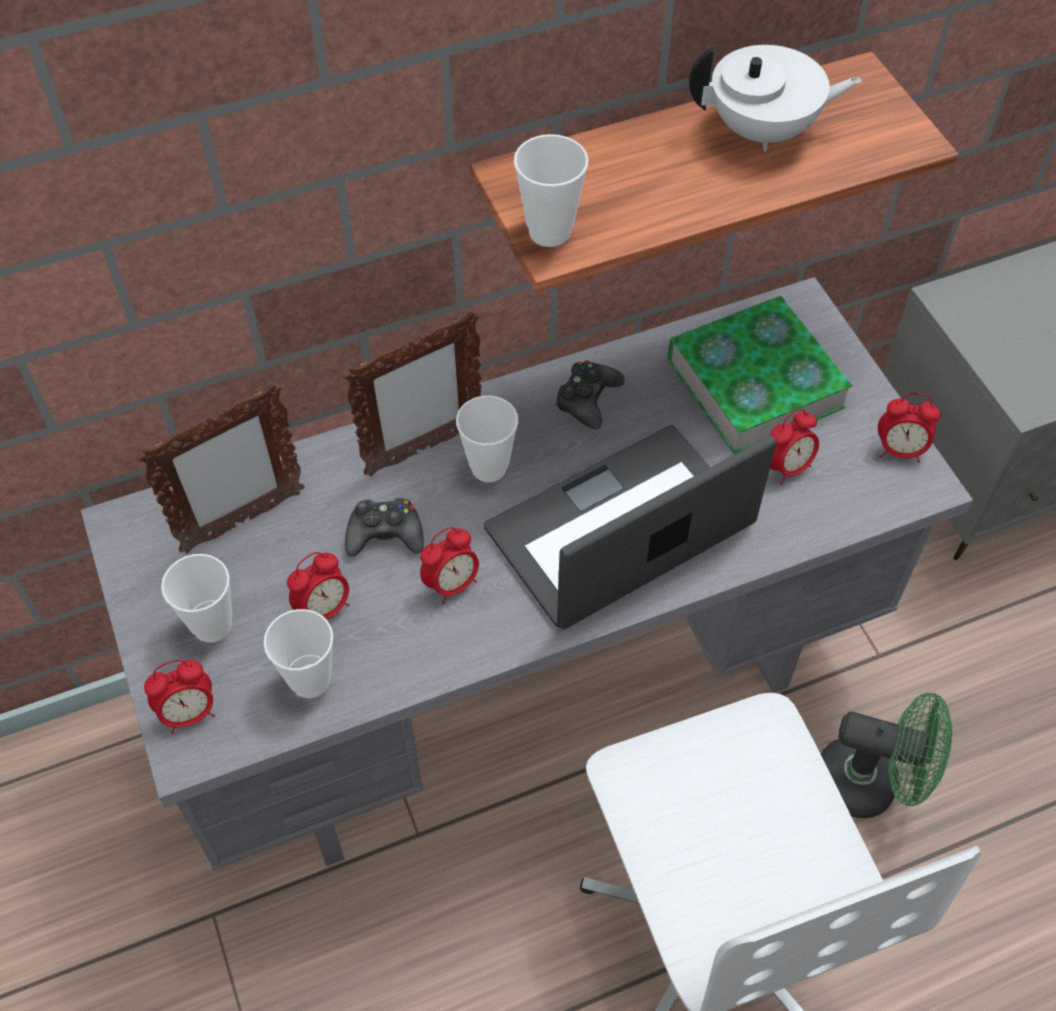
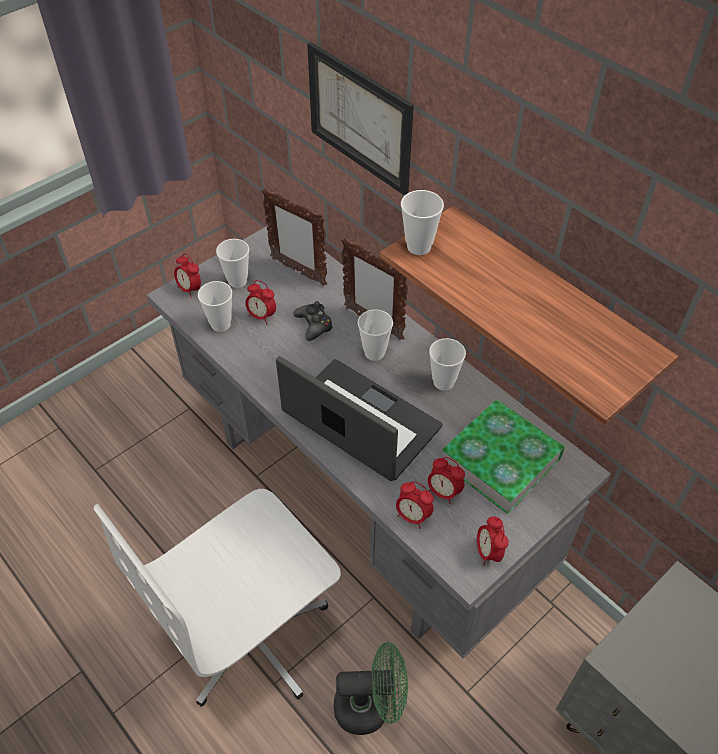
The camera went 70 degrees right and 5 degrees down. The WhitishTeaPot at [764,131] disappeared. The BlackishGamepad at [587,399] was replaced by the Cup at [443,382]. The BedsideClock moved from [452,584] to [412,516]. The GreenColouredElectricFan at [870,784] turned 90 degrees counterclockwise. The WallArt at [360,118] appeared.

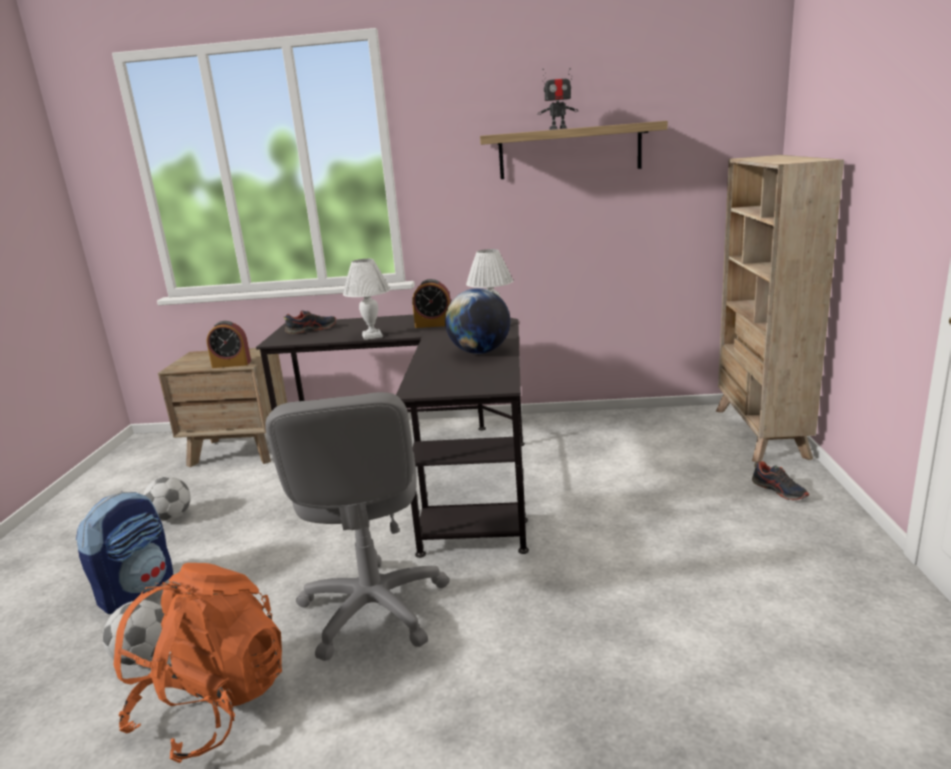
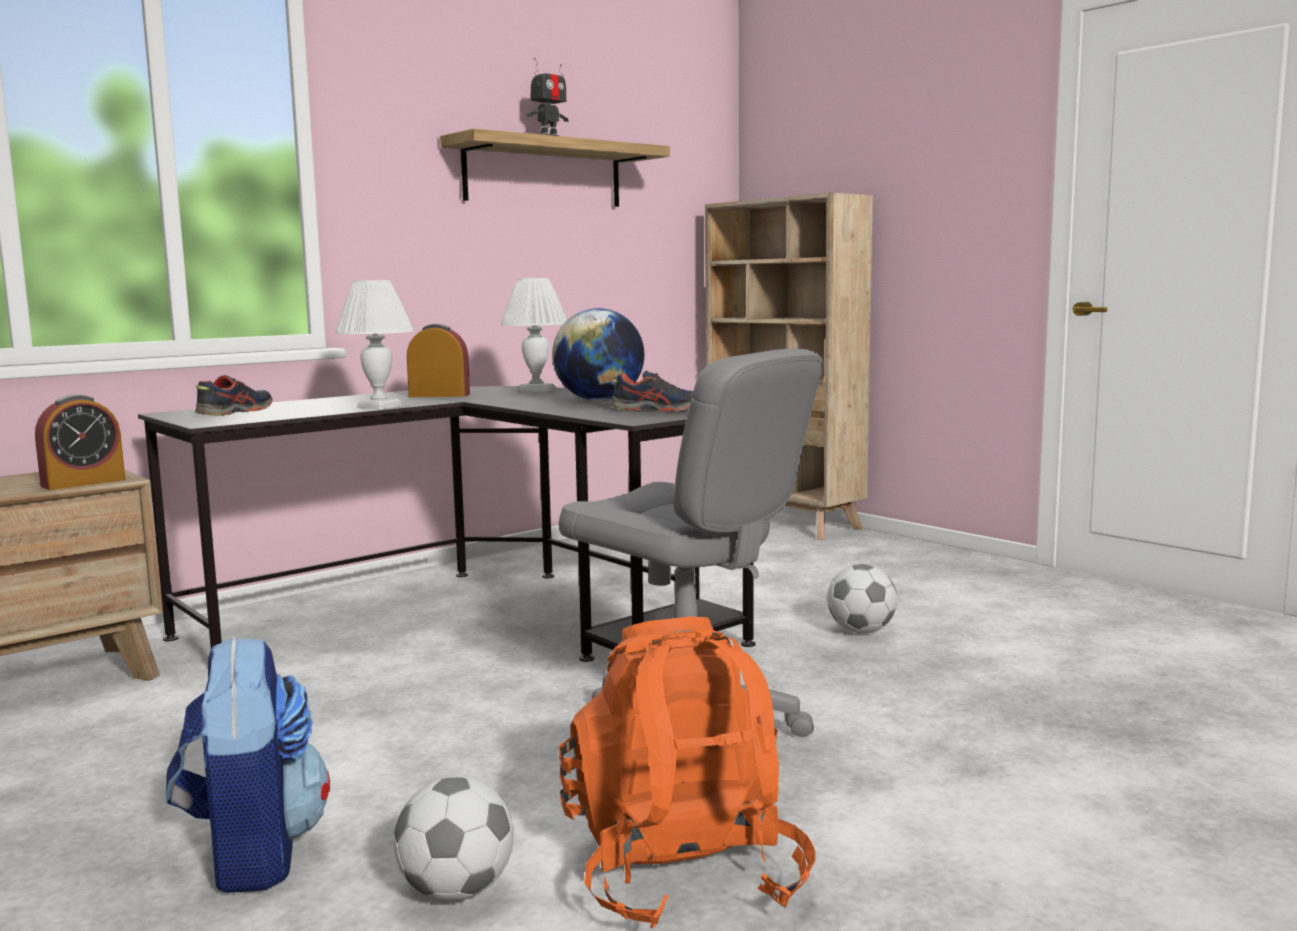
The camera went 45 degrees left and 10 degrees down. The BedsideClock at [434,324] turned 135 degrees counterclockwise. The Shoe moved from [779,490] to [658,410]. The BallForFootball moved from [171,517] to [861,631].

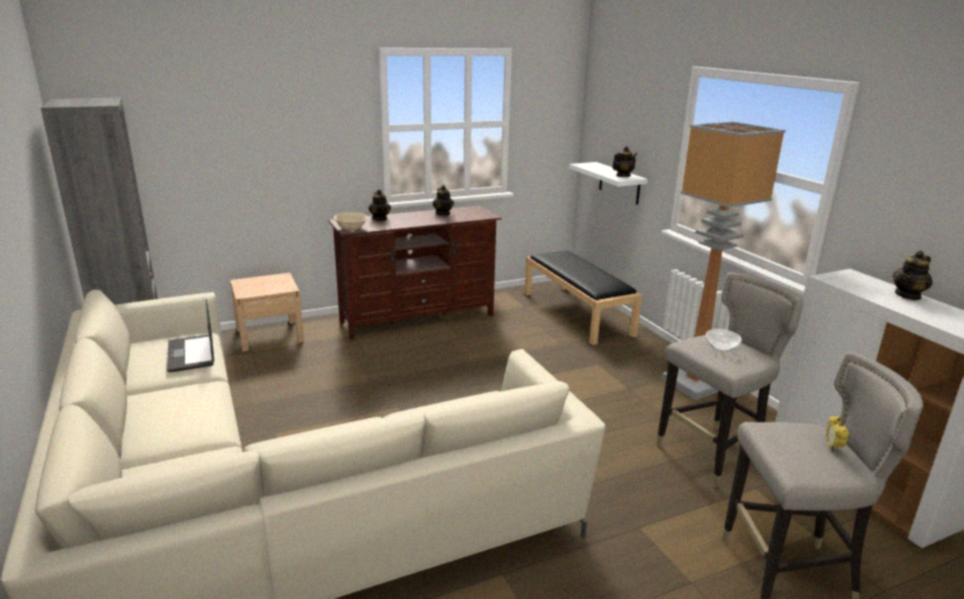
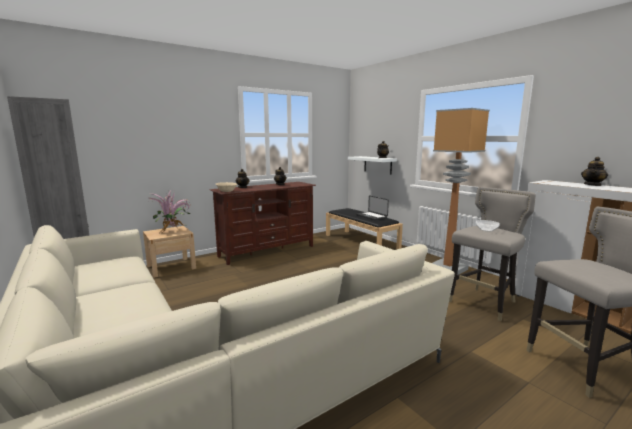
The camera went 10 degrees left and 10 degrees down. The NotebookComputer moved from [191,354] to [371,216]. The BedsideClock at [833,447] disappeared. The PottedPlant at [172,231] appeared.

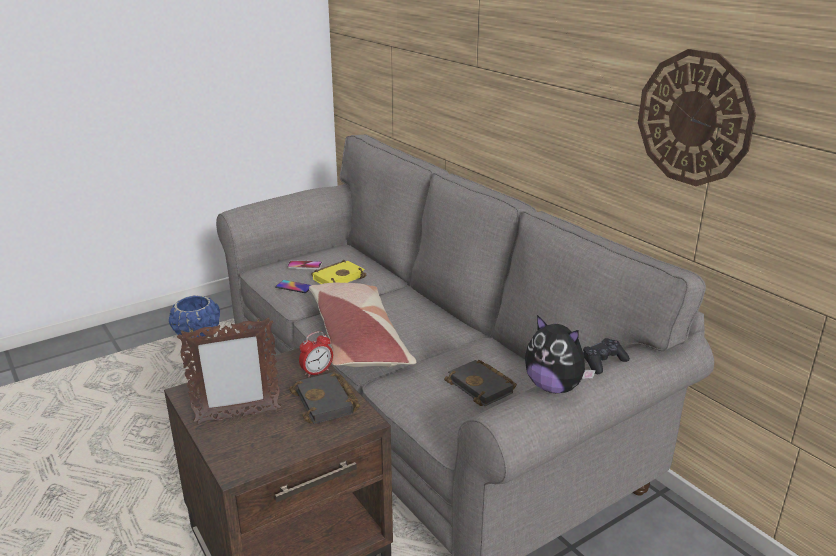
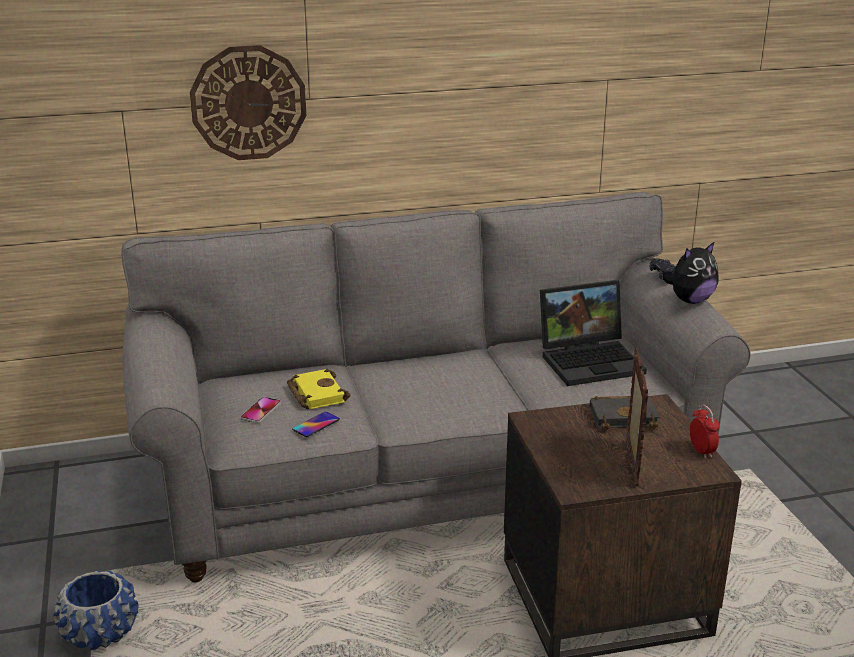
The camera went 70 degrees left and 0 degrees up. The ClockOnTheWall moved from [694,118] to [248,103]. The Cushion at [358,338] disappeared. The BedsideClock moved from [317,372] to [701,451]. The BlackishBook at [483,387] was replaced by the NotebookComputer at [591,360].

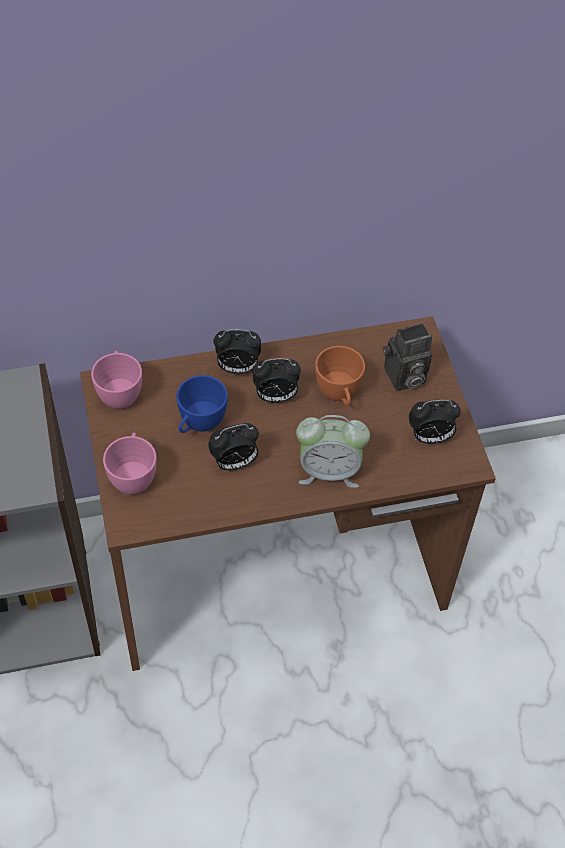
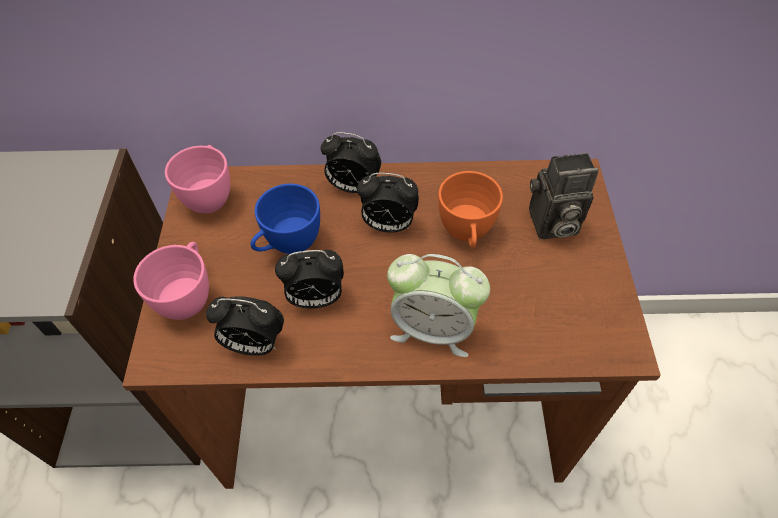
The camera went 15 degrees right and 0 degrees up. The BedsideClock moved from [430,437] to [254,344].

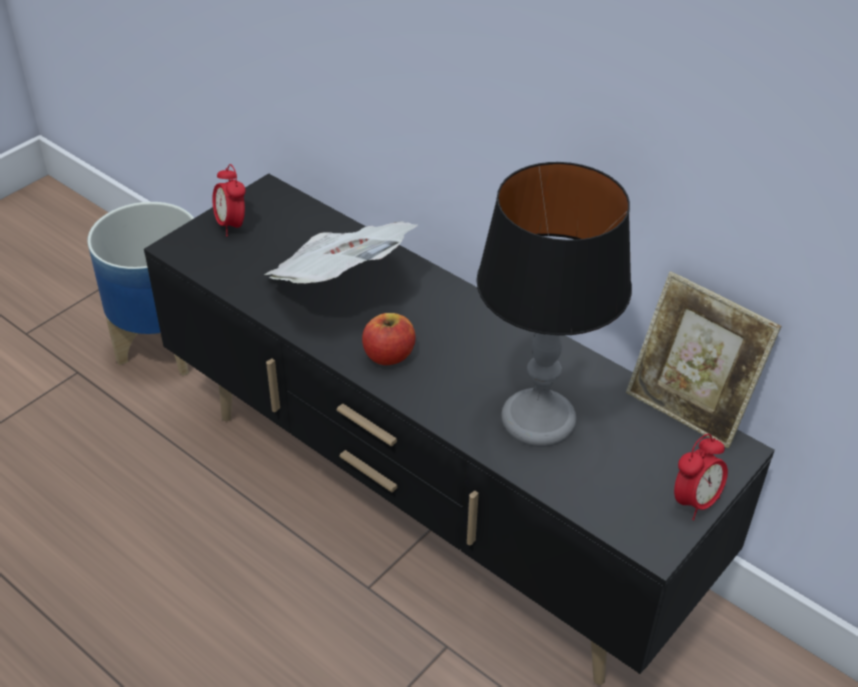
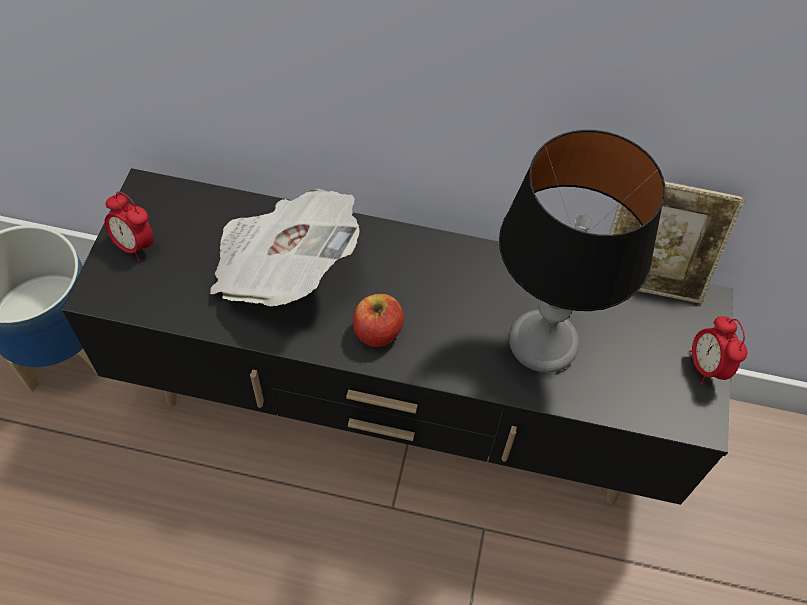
The camera went 30 degrees left and 15 degrees up. The BedsideClock at [695,501] turned 150 degrees clockwise.

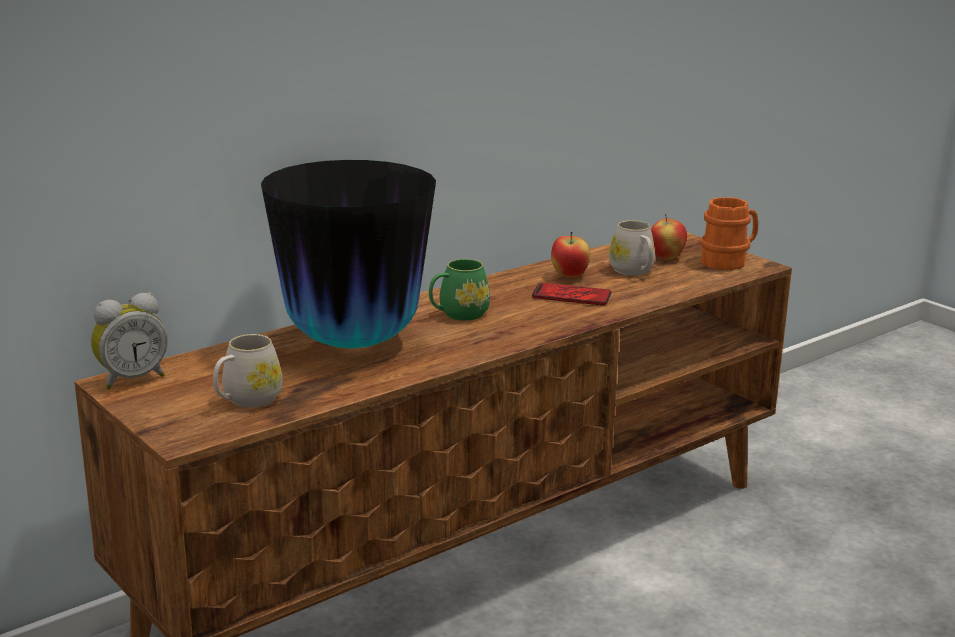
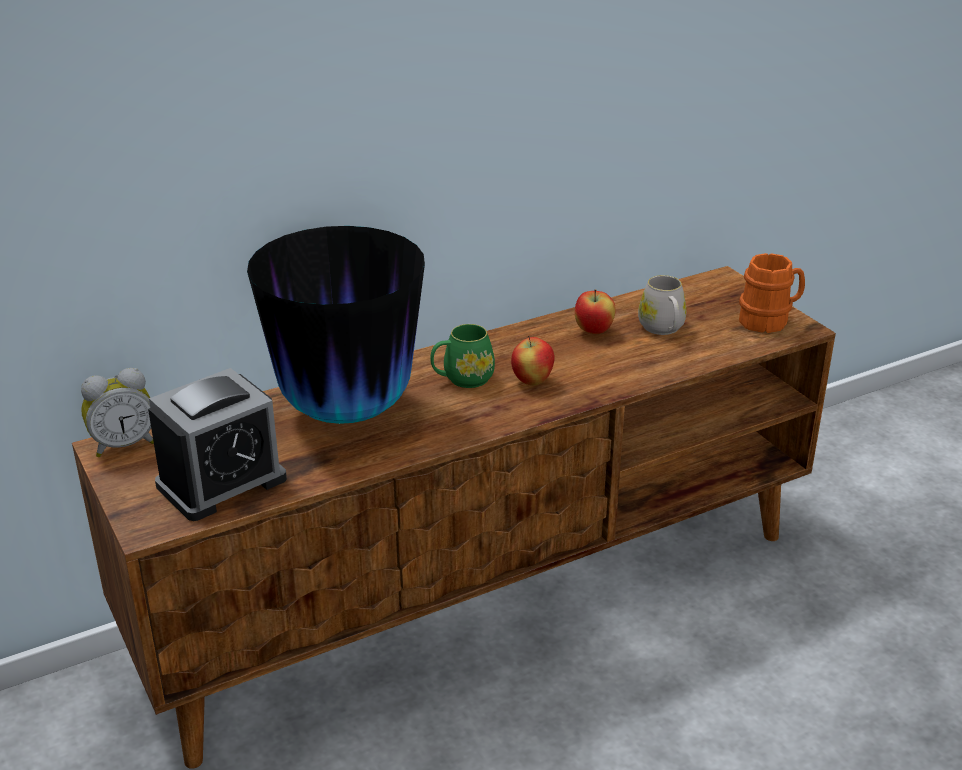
The camera went 10 degrees right and 10 degrees up. The AppleFruit moved from [666,258] to [532,381]. The Handset at [571,296] disappeared. The WhitishMug at [247,400] was replaced by the BedsideClock at [221,482].

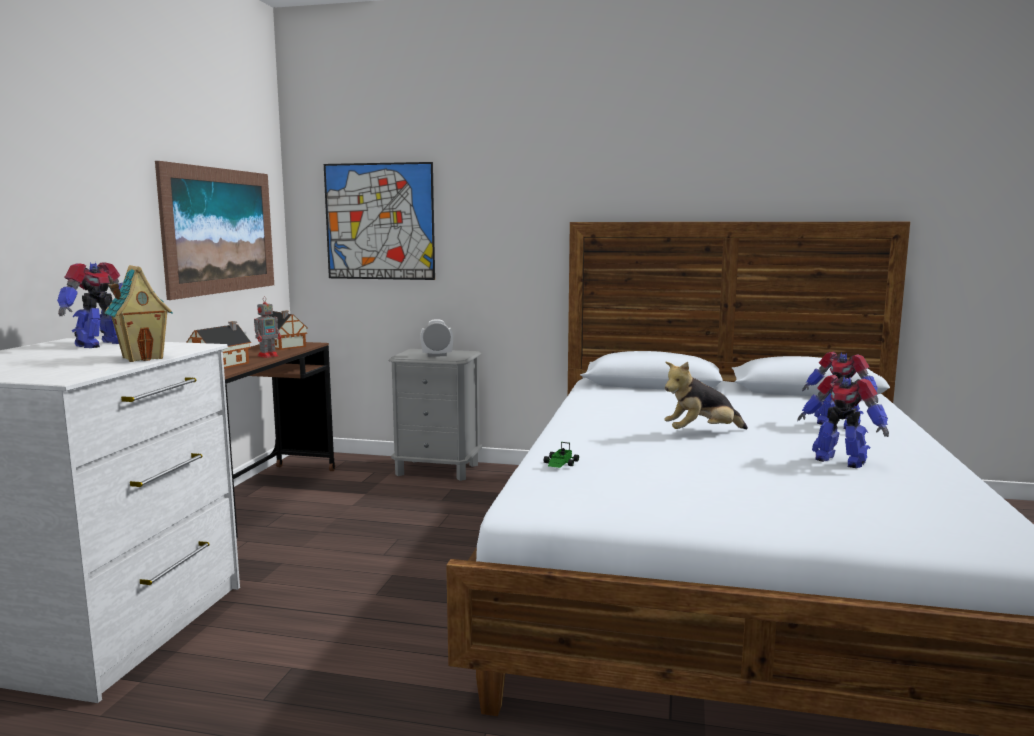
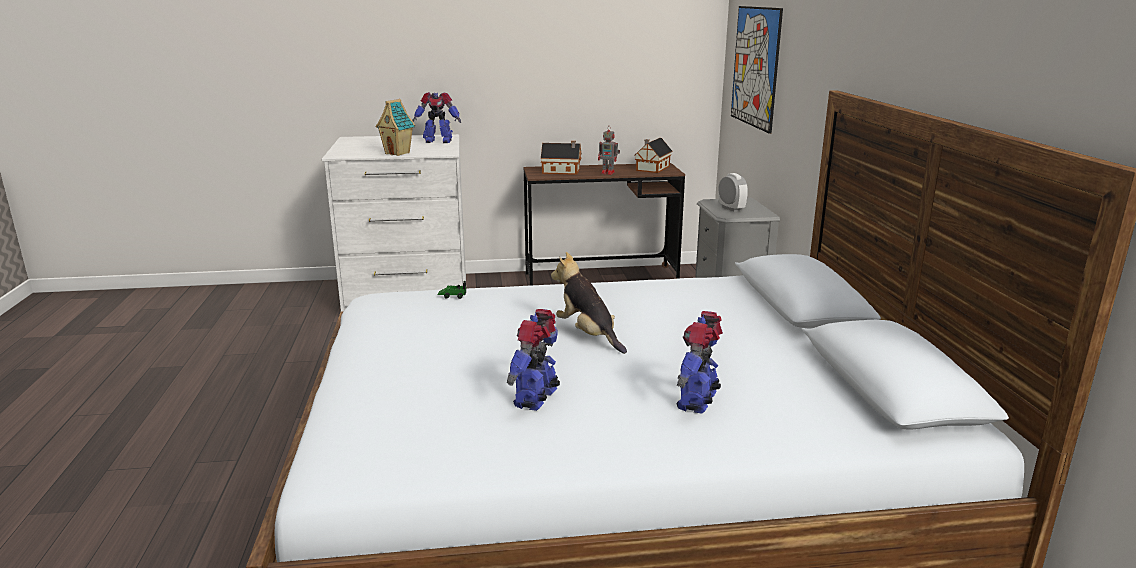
The camera went 70 degrees right and 10 degrees up. The WallArt at [220,230] disappeared.

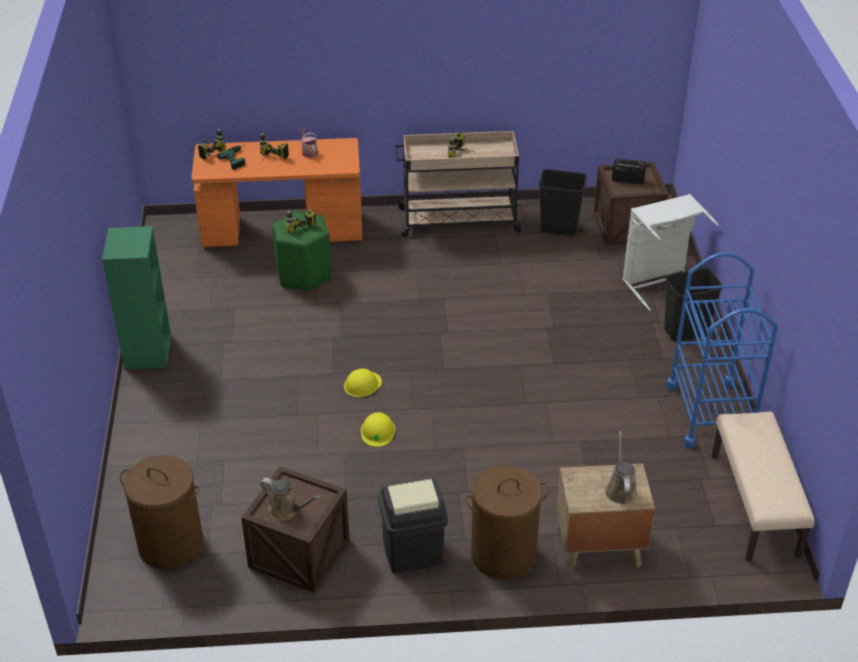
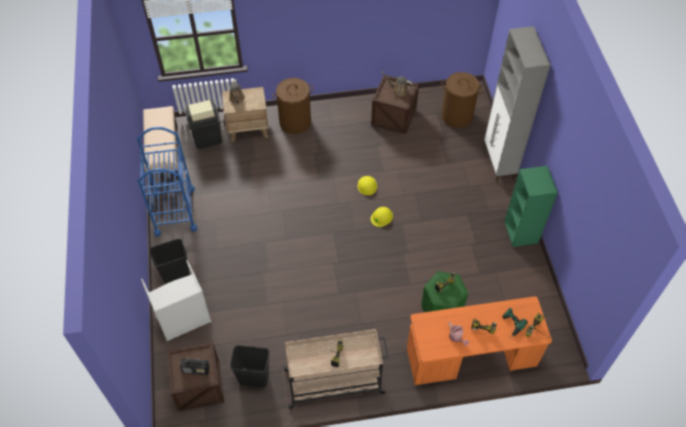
The camera went 175 degrees right and 15 degrees up. The BlackishWasteBin moved from [412,552] to [207,137]. The GreyishCabinet at [499,163] appeared.

